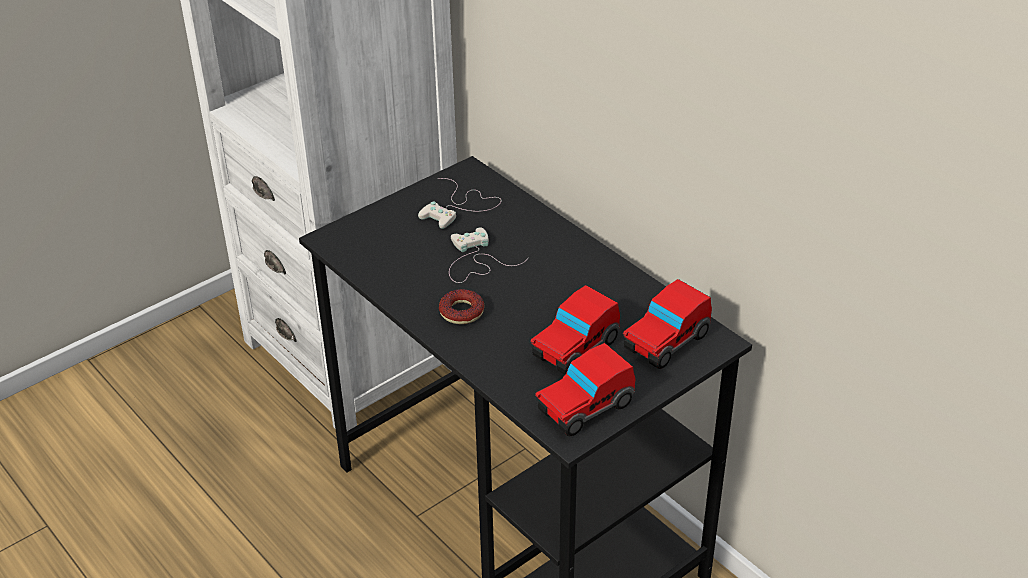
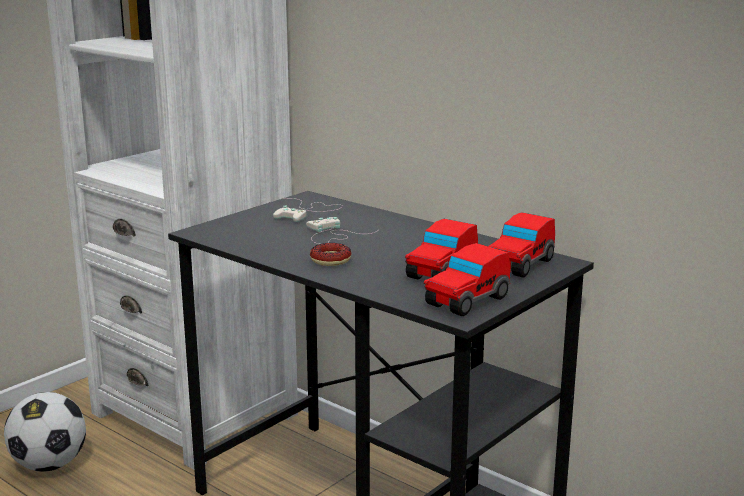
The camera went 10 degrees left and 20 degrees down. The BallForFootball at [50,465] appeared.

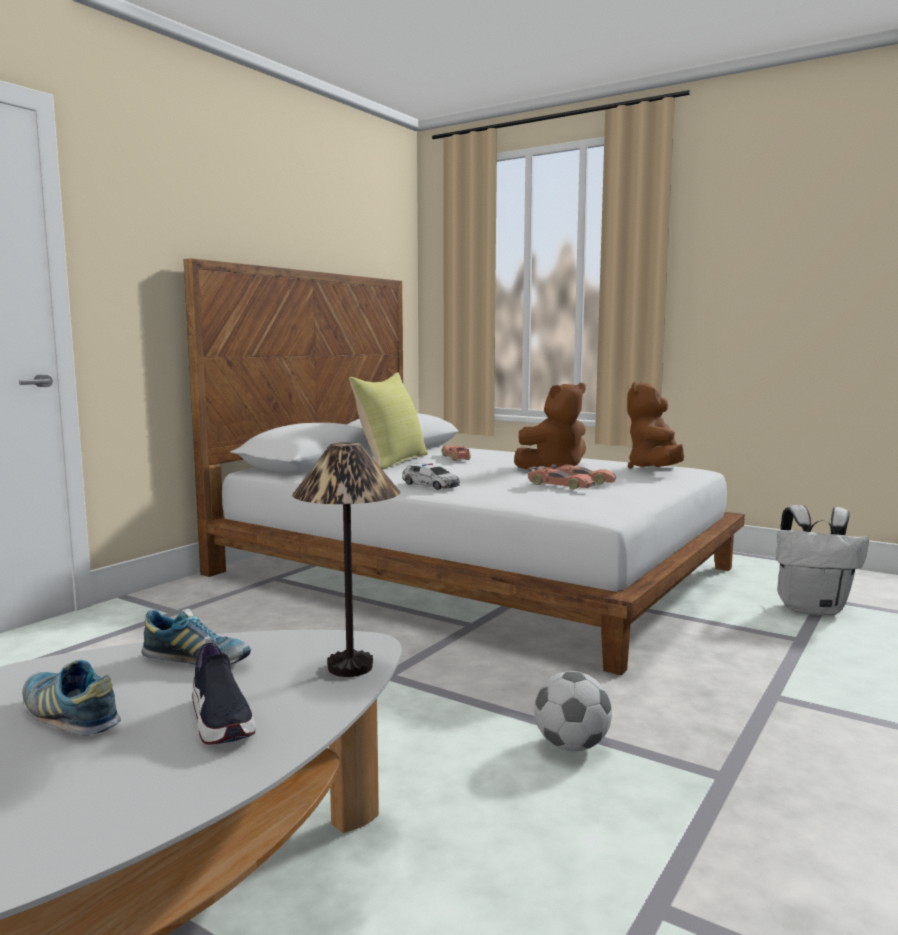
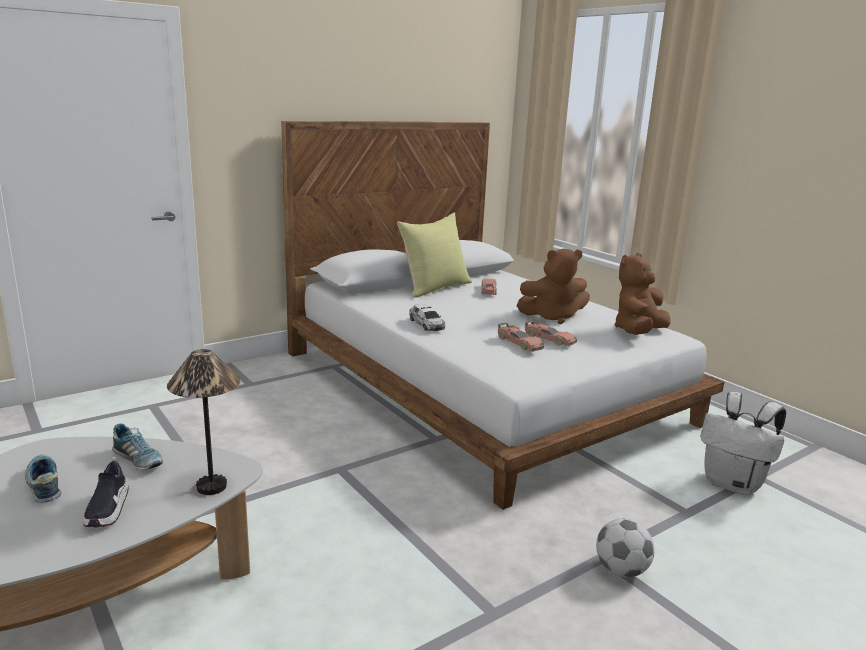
The camera went 20 degrees right and 10 degrees up. The BallForFootball moved from [572,746] to [621,570].

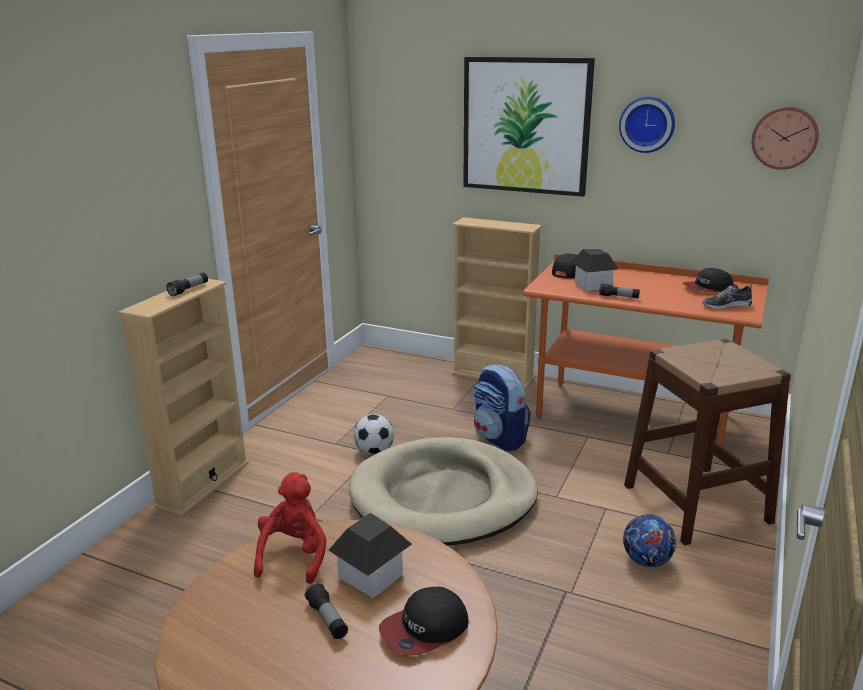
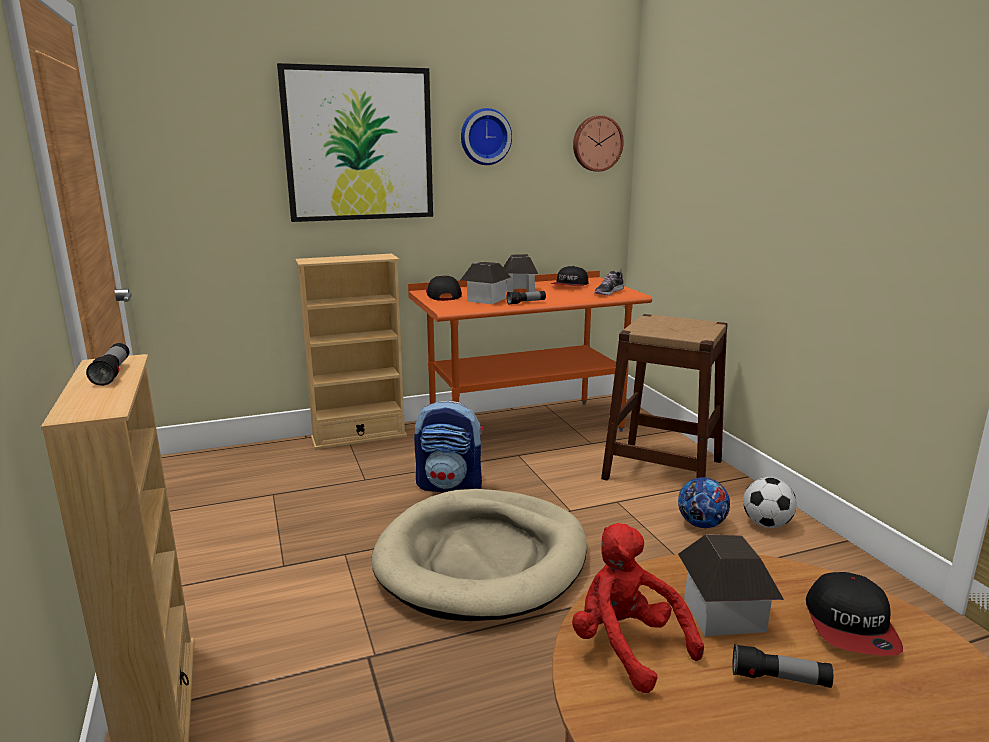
The camera went 45 degrees left and 5 degrees down. The BallForFootball moved from [374,451] to [766,524]. The MiniatureHouse at [520,290] appeared.

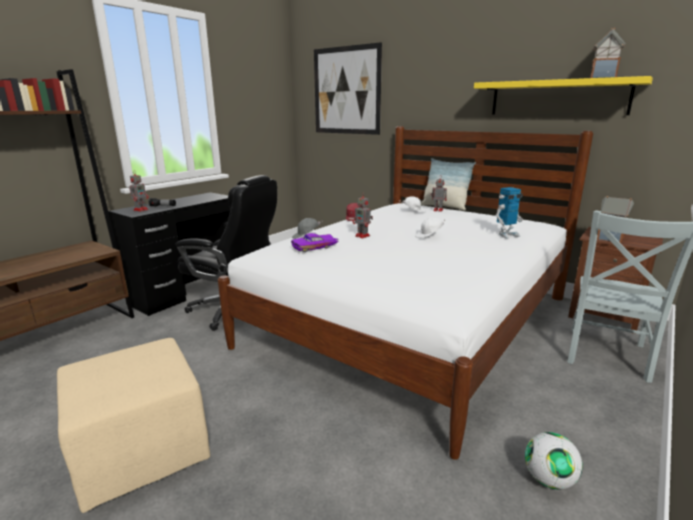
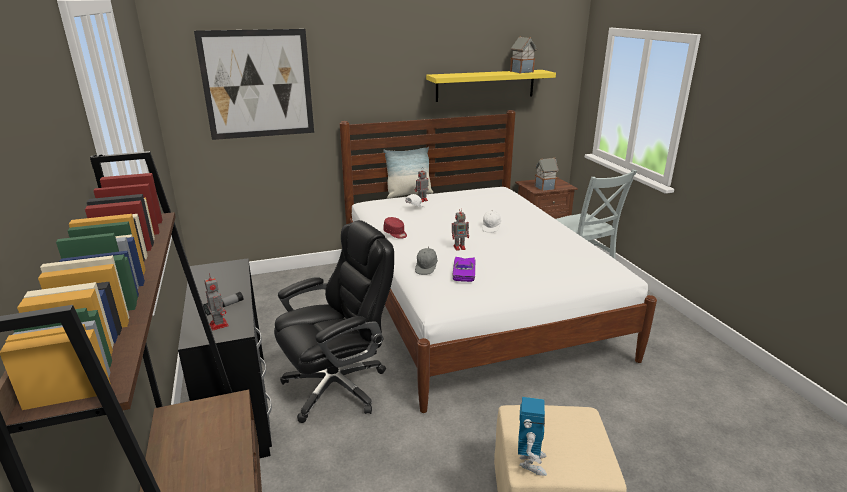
The camera went 55 degrees left and 5 degrees up. The ModelRobot moved from [506,235] to [530,462]. The BallForFootball at [548,480] disappeared.

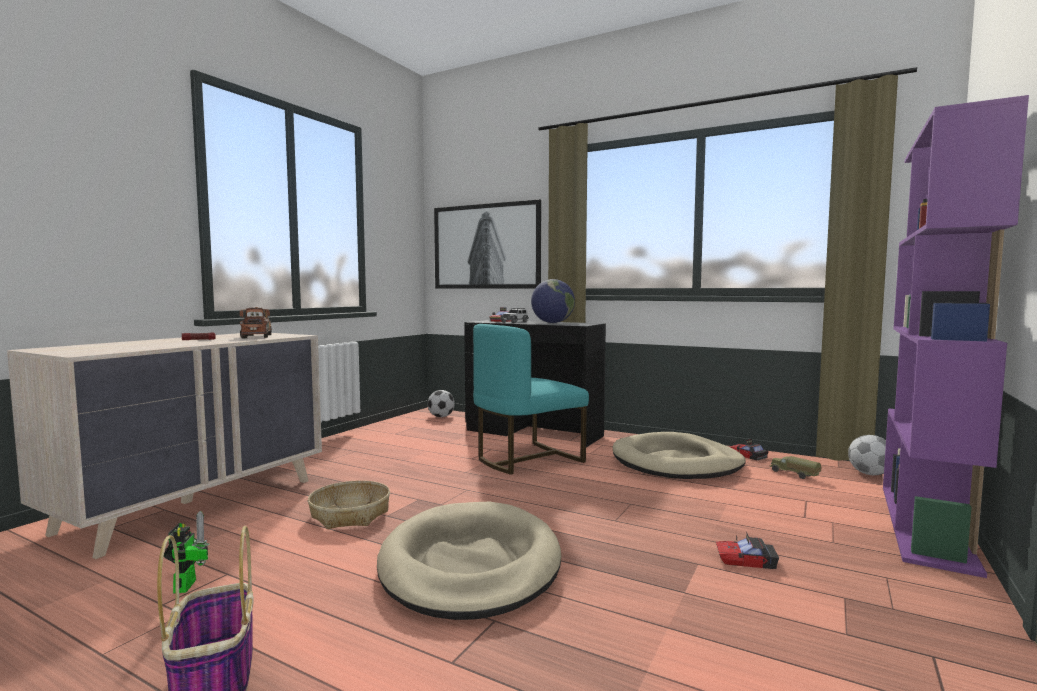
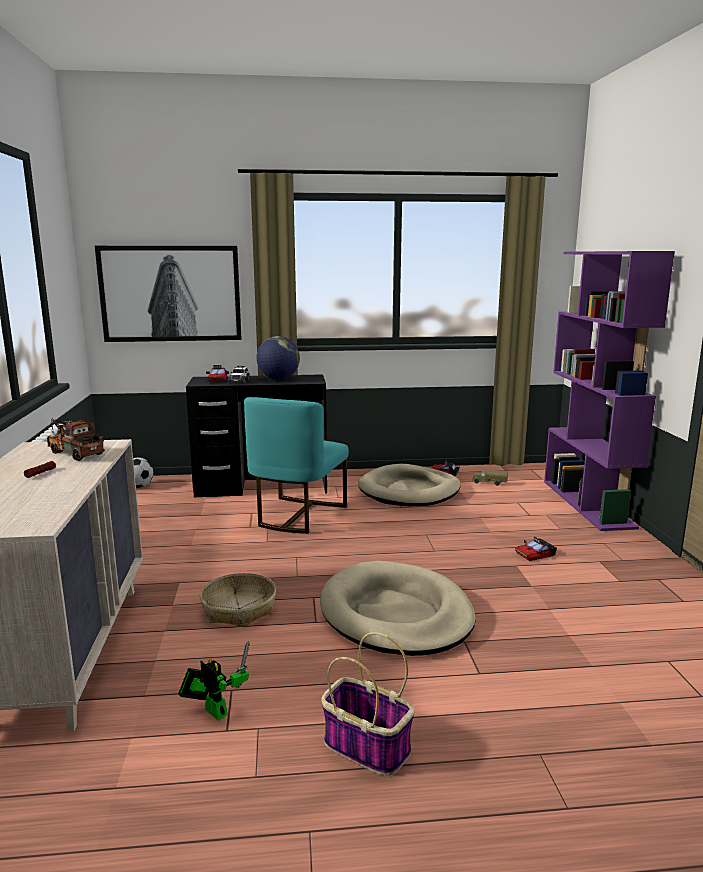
The camera went 35 degrees left and 10 degrees up. The BallForFootball at [870,474] disappeared.

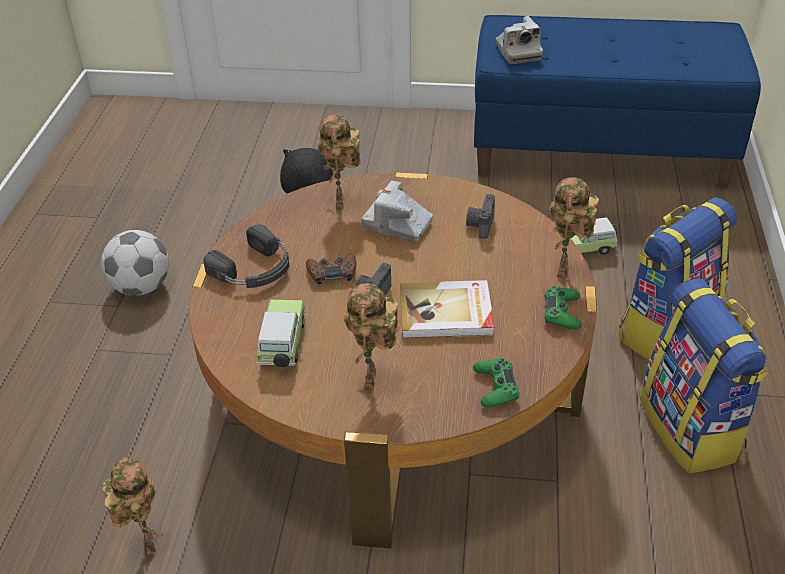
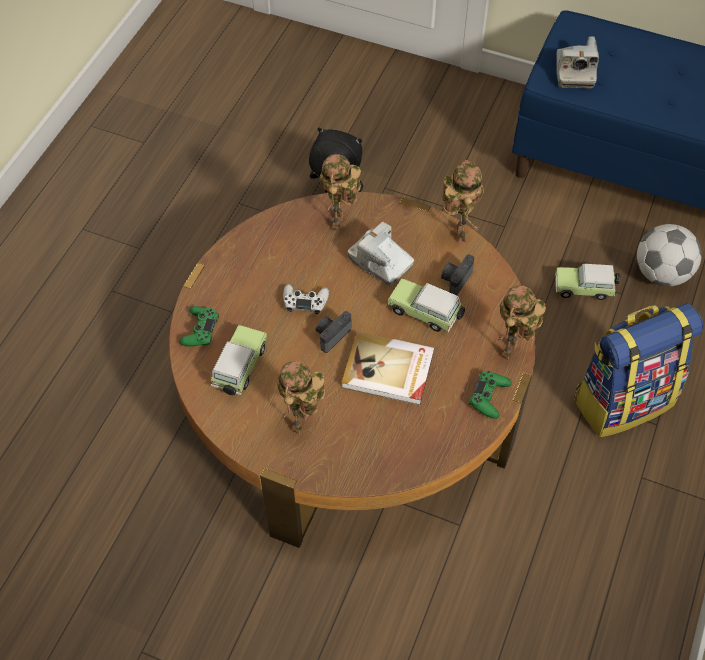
The camera went 15 degrees right and 15 degrees up. The BlackishHeadset at [255,269] disappeared. The BallForFootball moved from [141,287] to [661,274]. The BrownishGamepad at [332,273] became the WhitishGamepad at [305,302]. The Backpack at [691,429] disappeared. The GreenColouredGamepad moved from [495,388] to [200,330]. The ModelRobot moved from [146,543] to [458,234]. The ModelCar at [426,313] appeared.

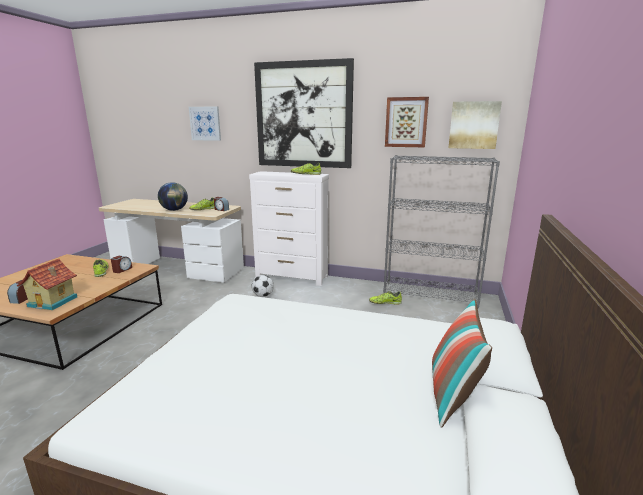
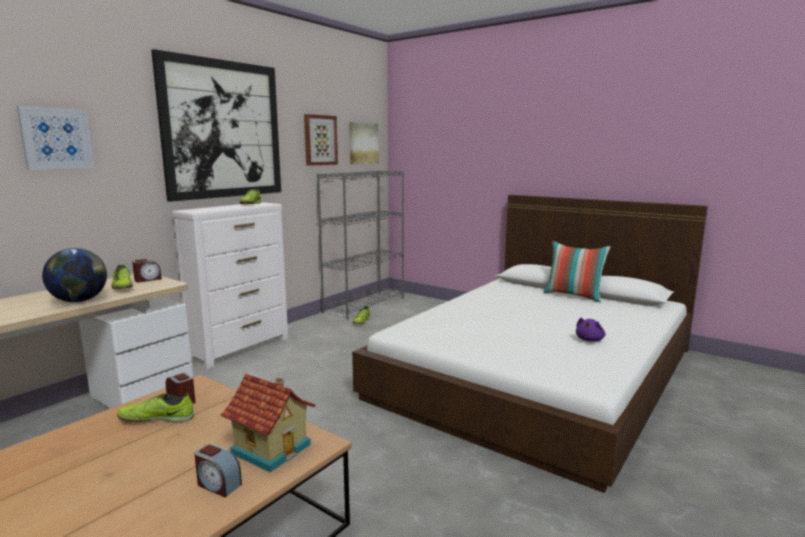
The camera went 70 degrees left and 5 degrees down. The BallForFootball at [263,296] disappeared. The PurpleColouredCuddlyToy at [590,340] appeared.

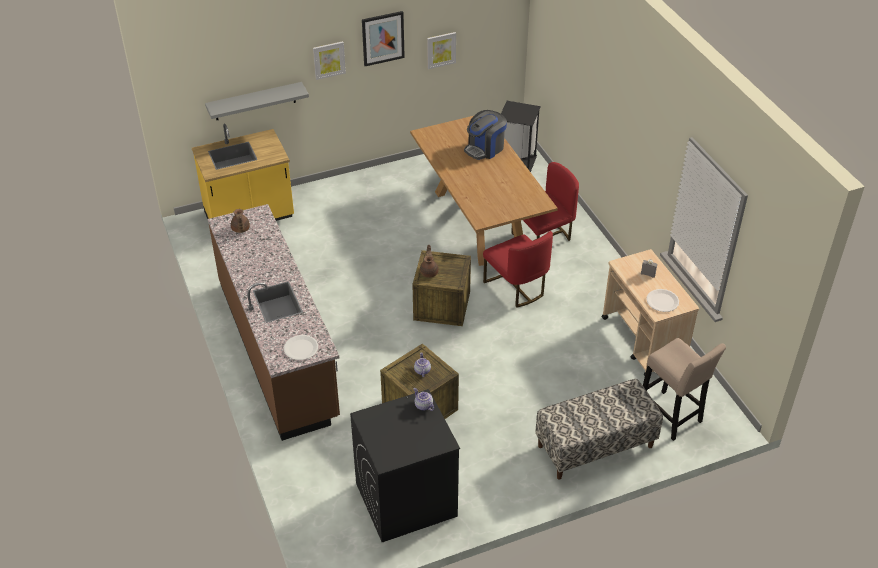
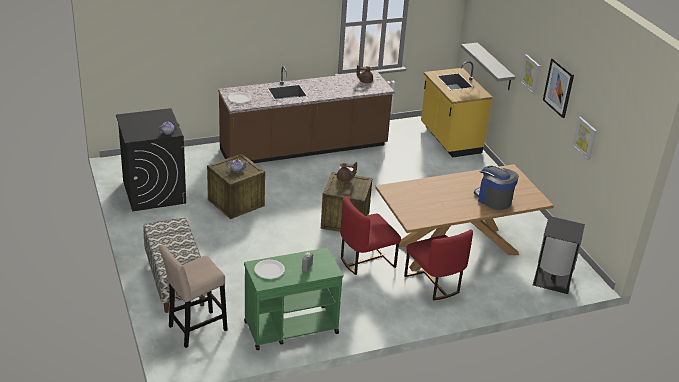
The camera went 90 degrees right and 10 degrees down. The SandColouredWheeledCart at [643,341] became the GreenColouredWheeledCart at [290,327].

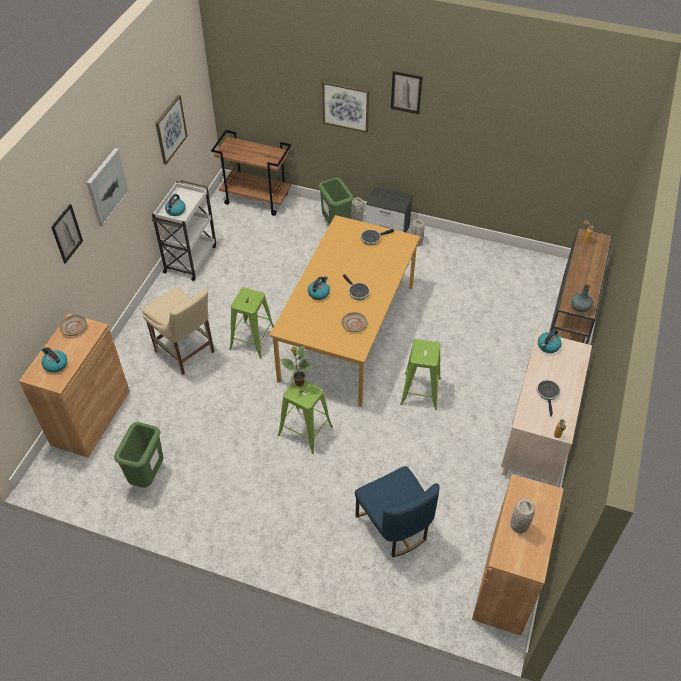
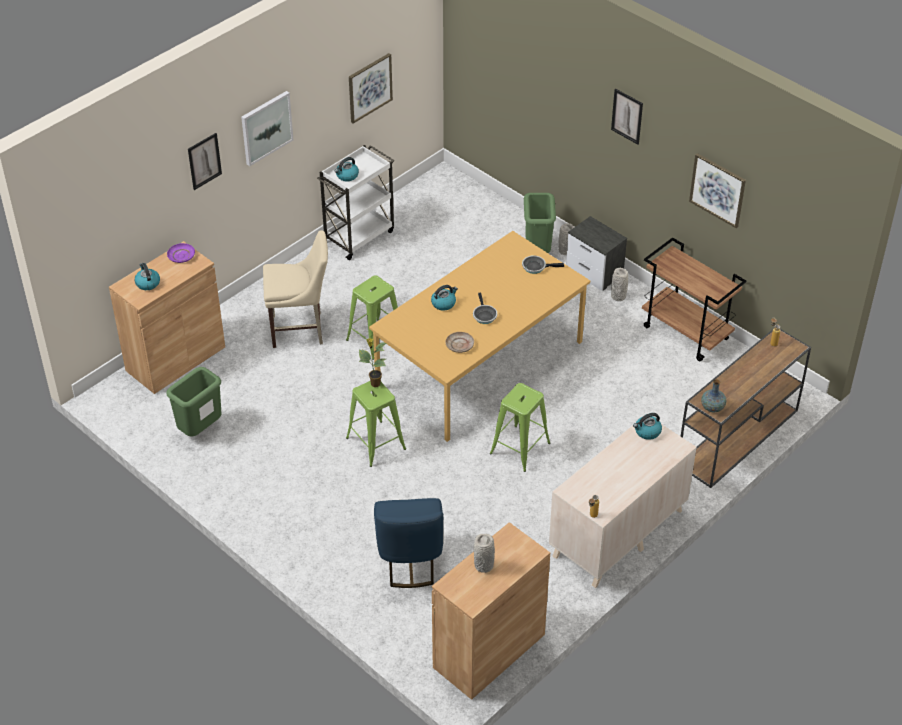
The camera went 25 degrees right and 5 degrees down. The WallArt moved from [345,106] to [717,190]. The BrownishWheeledCart moved from [257,199] to [686,333]. The SandColouredChair at [186,353] turned 75 degrees counterclockwise. The SandColouredDinnerPlate at [74,328] became the PurpleColouredDinnerPlate at [181,256]. The Skillet at [548,394] disappeared.

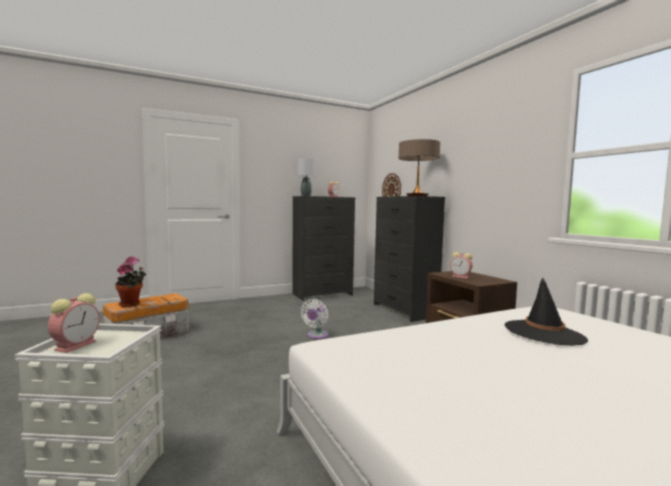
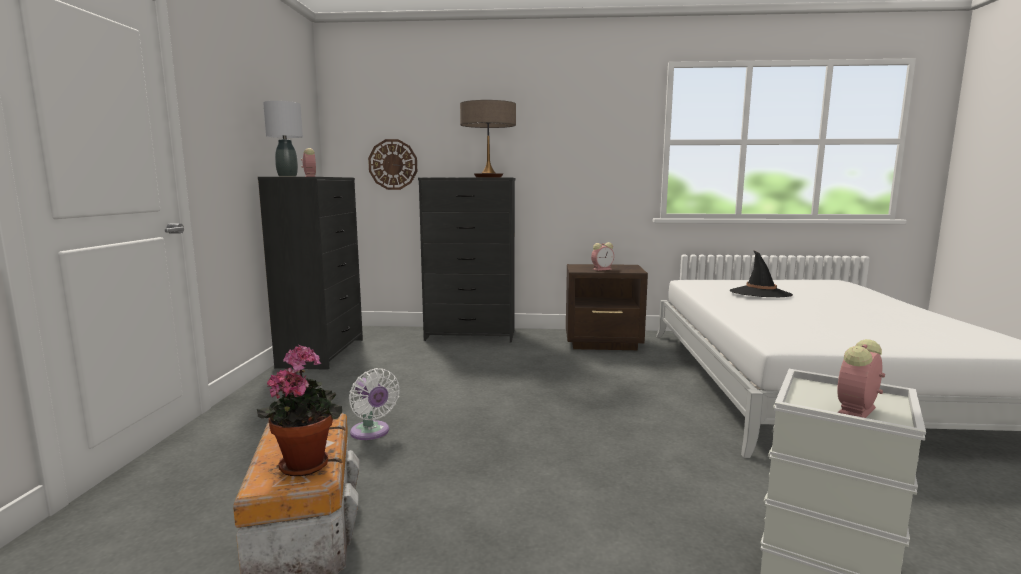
The camera went 60 degrees left and 5 degrees up. The BedsideClock at [77,345] turned 90 degrees counterclockwise. The WhitishElectricFan moved from [316,336] to [371,433].

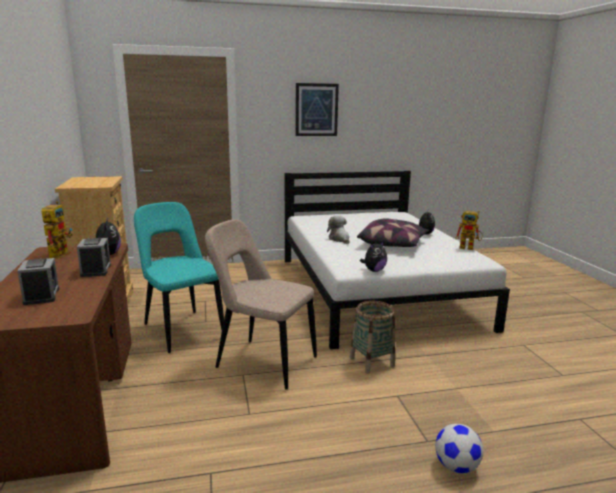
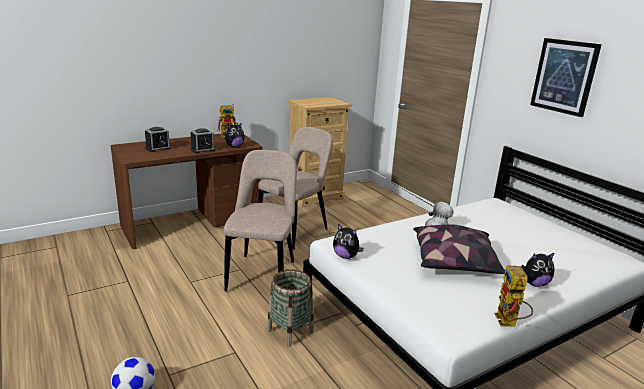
The camera went 70 degrees right and 5 degrees up. The TurquoiseColouredChair at [181,329] became the SandColouredChair at [295,231].

